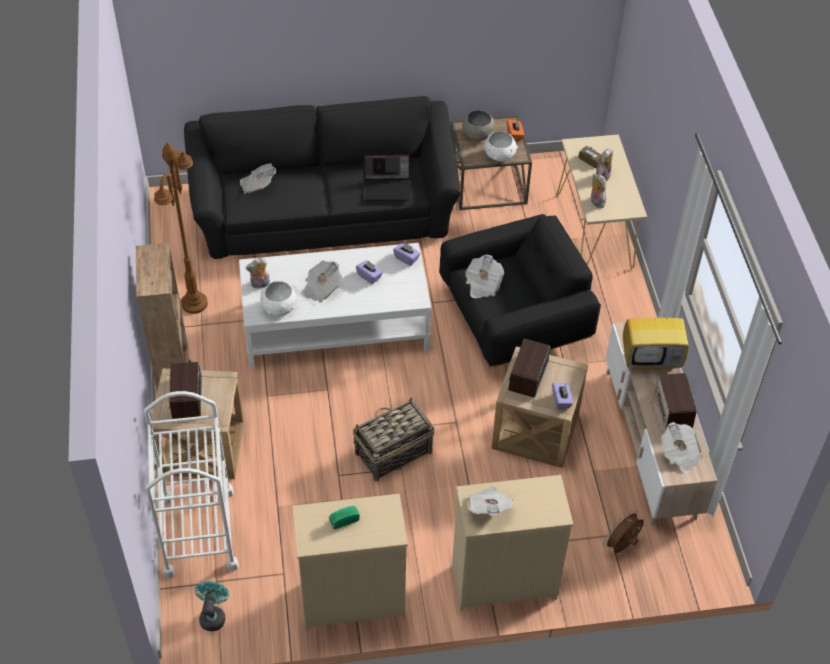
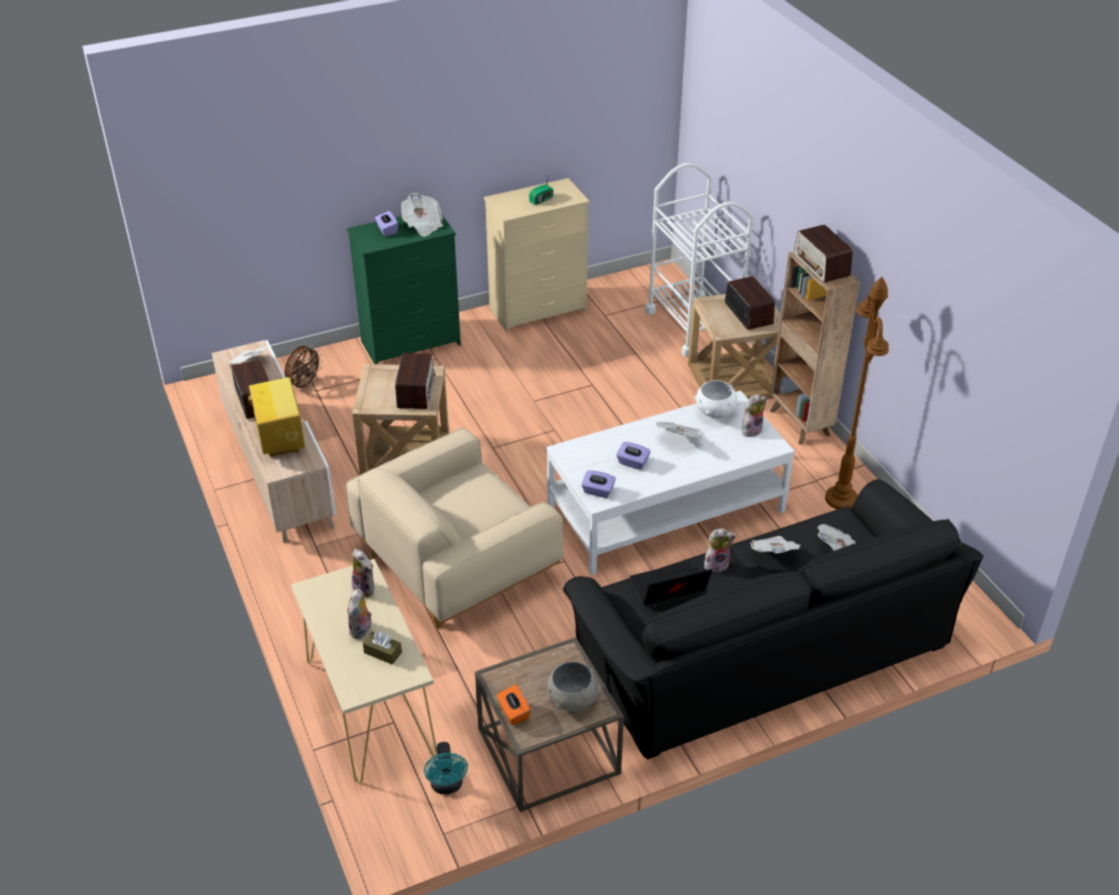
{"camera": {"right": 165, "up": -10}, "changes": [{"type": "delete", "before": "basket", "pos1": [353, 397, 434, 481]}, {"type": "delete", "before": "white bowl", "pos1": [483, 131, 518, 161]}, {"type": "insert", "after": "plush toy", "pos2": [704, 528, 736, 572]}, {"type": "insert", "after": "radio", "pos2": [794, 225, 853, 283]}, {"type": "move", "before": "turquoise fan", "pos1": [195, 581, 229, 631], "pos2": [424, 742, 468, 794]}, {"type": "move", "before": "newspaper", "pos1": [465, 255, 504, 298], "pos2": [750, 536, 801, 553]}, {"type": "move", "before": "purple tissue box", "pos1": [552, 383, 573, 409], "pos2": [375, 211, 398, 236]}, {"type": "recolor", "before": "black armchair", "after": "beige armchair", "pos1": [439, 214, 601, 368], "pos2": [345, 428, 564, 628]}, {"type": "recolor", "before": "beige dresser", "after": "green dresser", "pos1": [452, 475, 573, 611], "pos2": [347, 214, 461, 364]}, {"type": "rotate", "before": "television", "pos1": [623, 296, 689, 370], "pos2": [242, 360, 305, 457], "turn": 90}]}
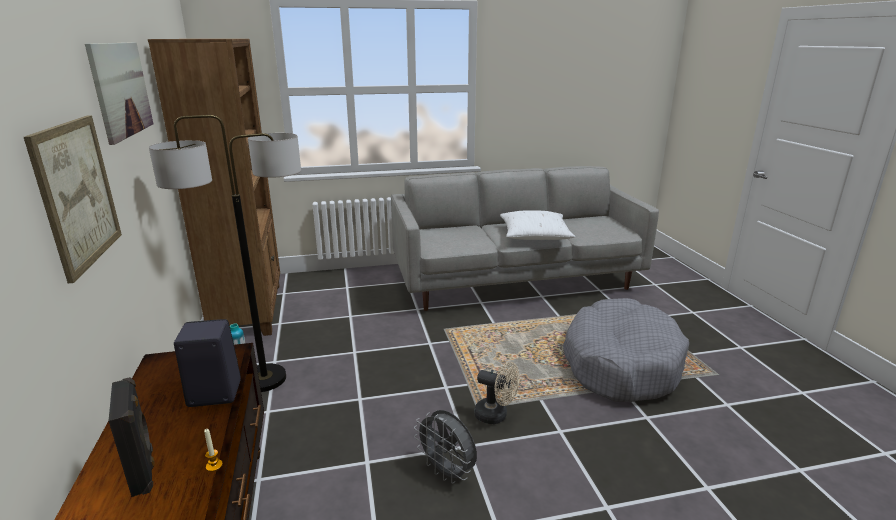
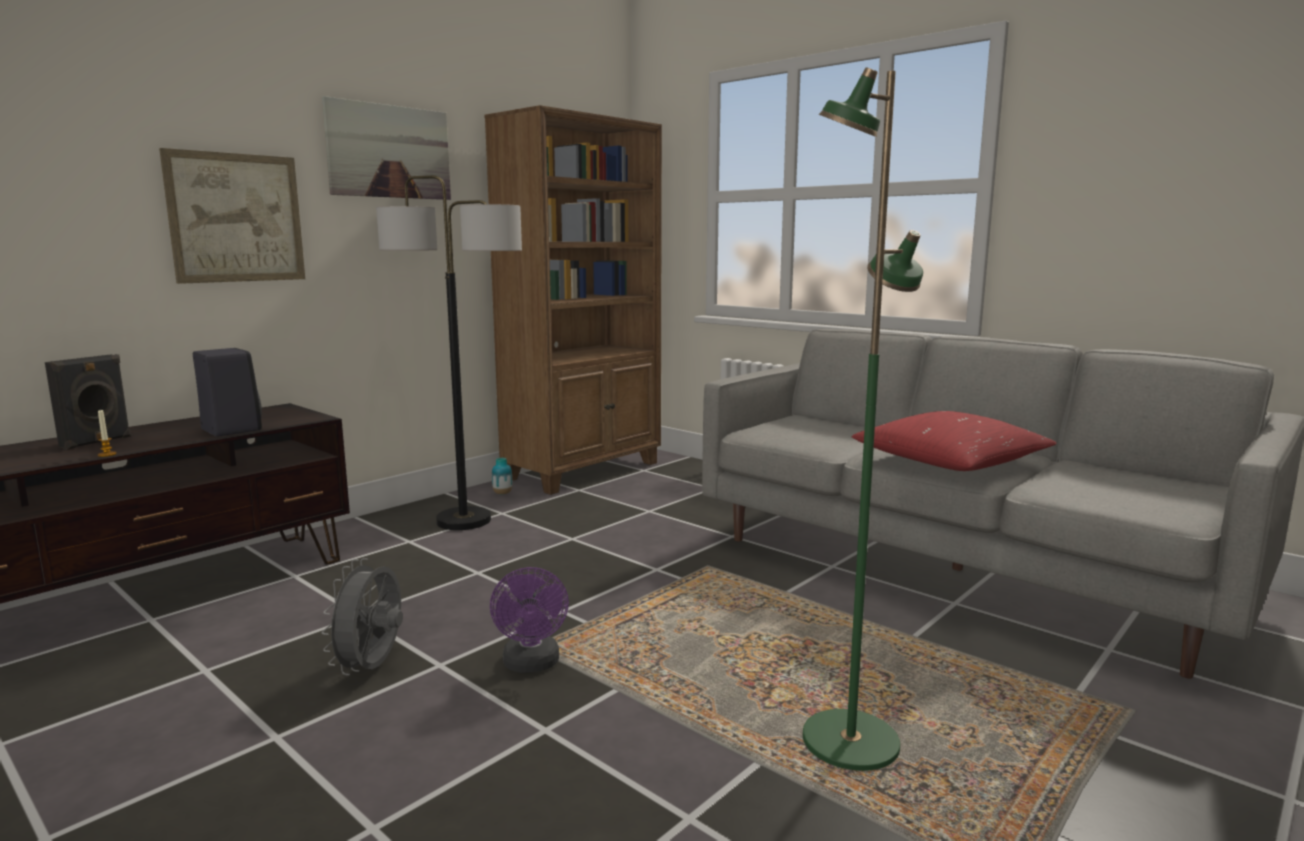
{"camera": {"right": 55, "up": -10}, "changes": [{"type": "replace", "before": "grey dog bed", "after": "green floor lamp", "pos1": [563, 298, 689, 402], "pos2": [803, 67, 923, 771]}, {"type": "recolor", "before": "beige fan", "after": "purple fan", "pos1": [474, 362, 520, 424], "pos2": [490, 567, 569, 673]}, {"type": "recolor", "before": "white pillow", "after": "red pillow", "pos1": [500, 210, 575, 240], "pos2": [851, 411, 1057, 471]}]}
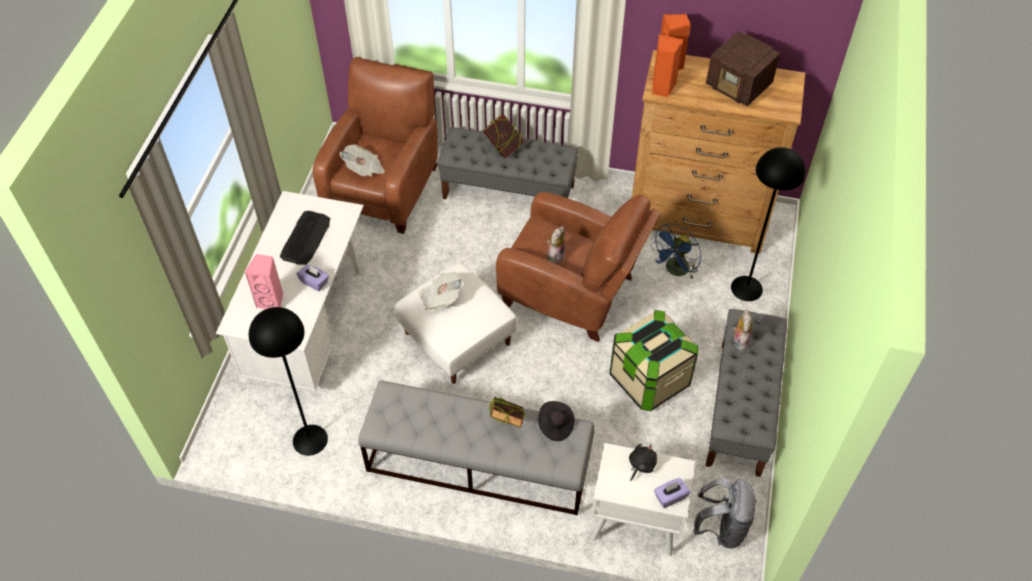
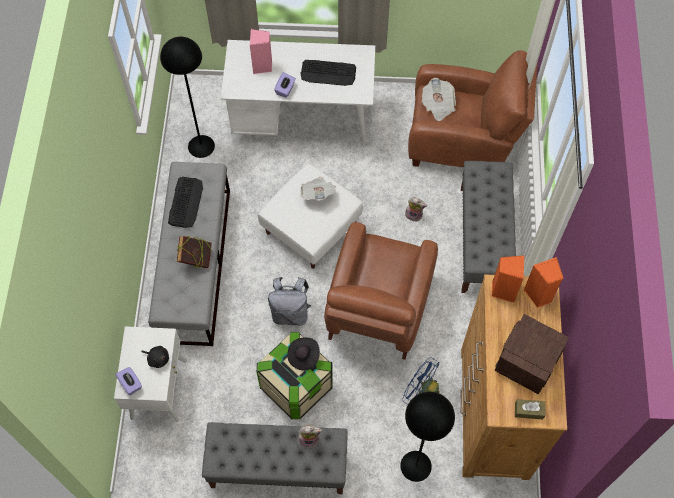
{"camera": {"right": 80, "up": 10}, "changes": [{"type": "delete", "before": "book", "pos1": [483, 114, 525, 158]}, {"type": "insert", "after": "keyboard", "pos2": [168, 177, 203, 228]}, {"type": "insert", "after": "brown tissue box", "pos2": [515, 399, 545, 420]}, {"type": "move", "before": "black hat", "pos1": [538, 401, 575, 441], "pos2": [287, 338, 320, 370]}, {"type": "move", "before": "plush toy", "pos1": [547, 226, 565, 264], "pos2": [404, 197, 427, 222]}, {"type": "move", "before": "grey backpack", "pos1": [693, 478, 757, 548], "pos2": [268, 277, 312, 326]}]}
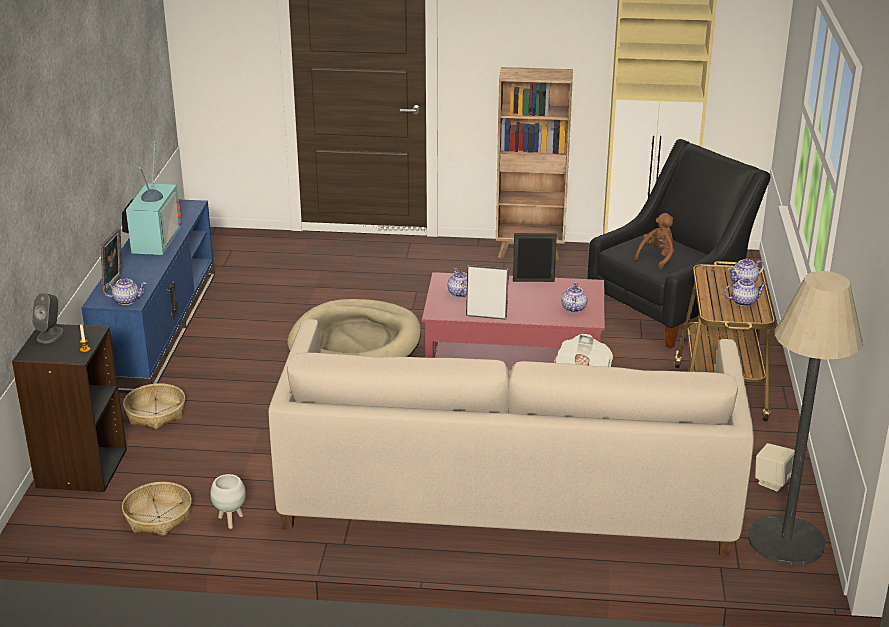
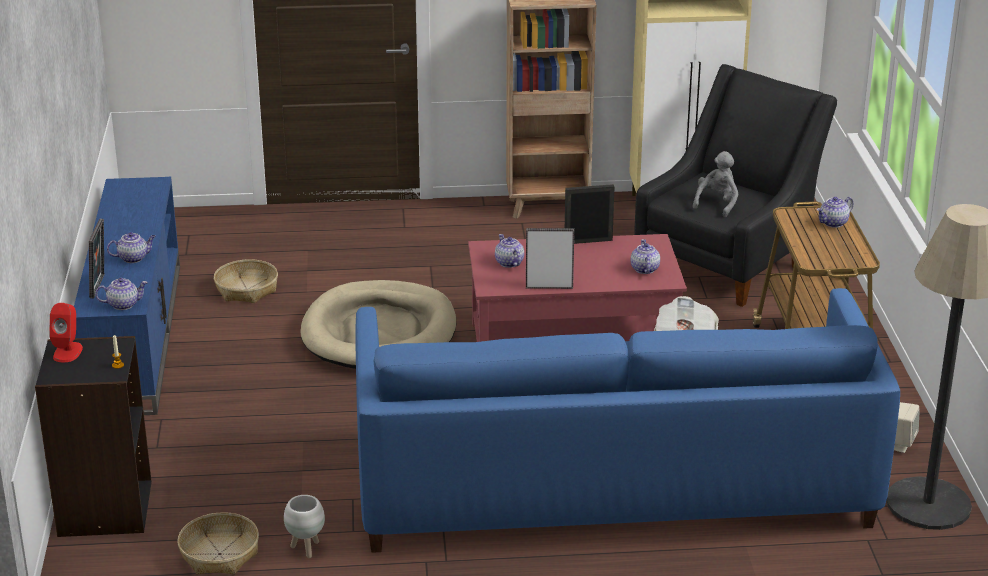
{"camera": {"right": -10, "up": 0}, "changes": [{"type": "delete", "before": "television", "pos1": [122, 141, 182, 255]}, {"type": "move", "before": "basket", "pos1": [123, 383, 185, 429], "pos2": [214, 259, 278, 303]}, {"type": "move", "before": "teapot", "pos1": [724, 278, 767, 306], "pos2": [107, 232, 156, 263]}, {"type": "recolor", "before": "grey speaker", "after": "red speaker", "pos1": [32, 293, 64, 343], "pos2": [49, 303, 83, 362]}, {"type": "recolor", "before": "beige sofa", "after": "blue sofa", "pos1": [268, 319, 754, 557], "pos2": [355, 288, 900, 553]}, {"type": "recolor", "before": "brown plush toy", "after": "grey plush toy", "pos1": [634, 213, 674, 270], "pos2": [692, 151, 739, 217]}]}
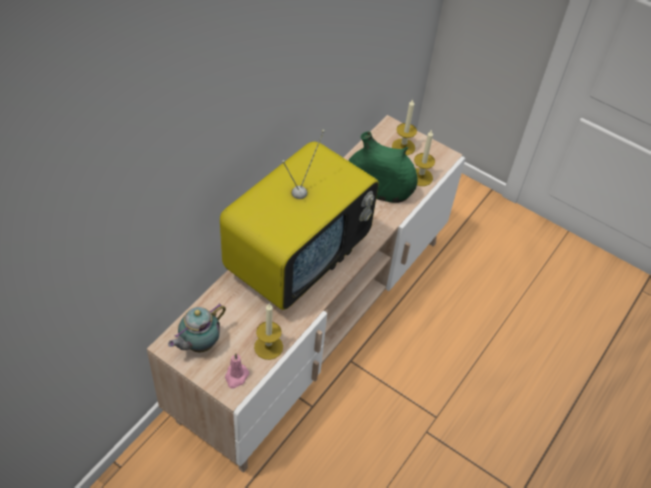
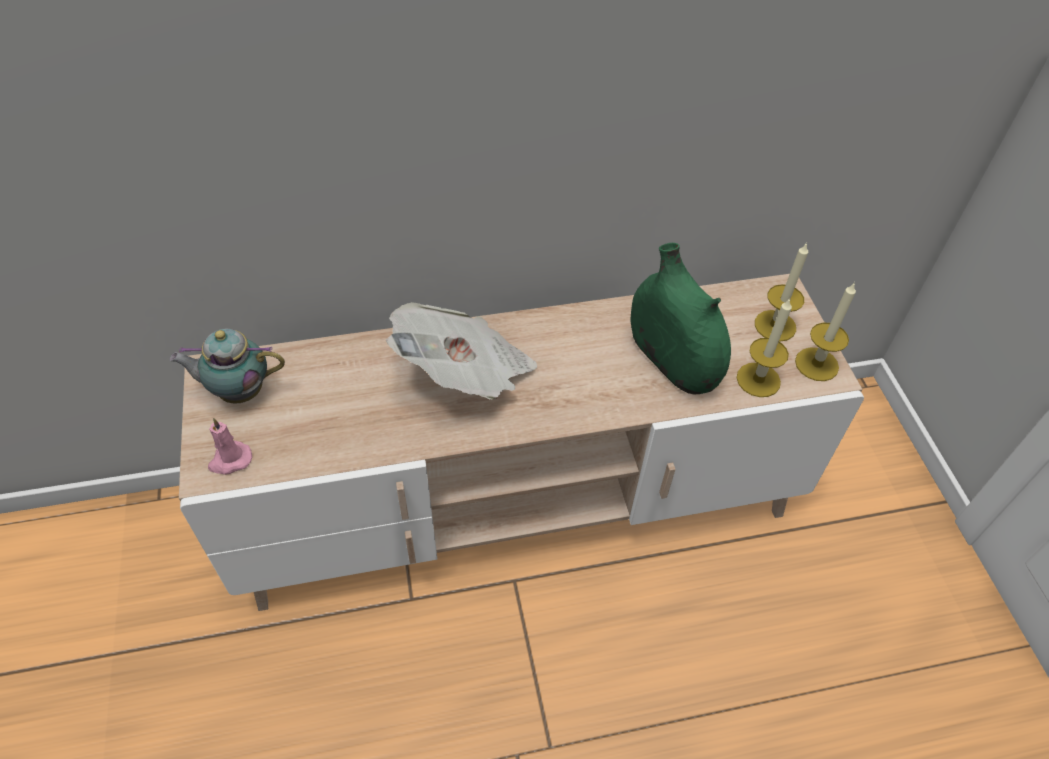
{"camera": {"right": 45, "up": 0}, "changes": [{"type": "move", "before": "candle", "pos1": [254, 304, 283, 360], "pos2": [795, 282, 856, 381]}, {"type": "replace", "before": "television", "after": "newspaper", "pos1": [220, 130, 379, 310], "pos2": [386, 302, 537, 400]}]}
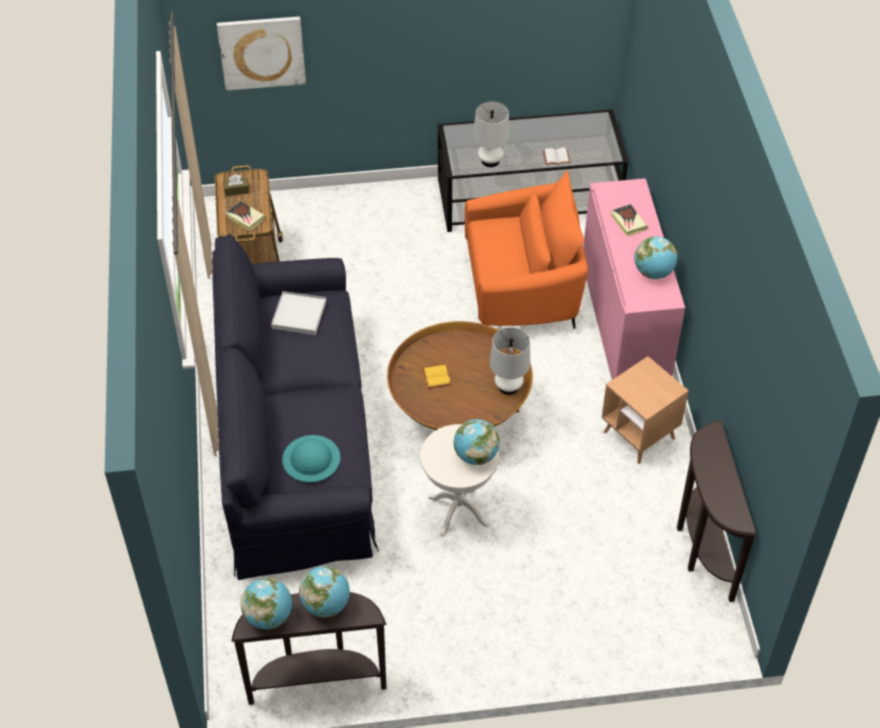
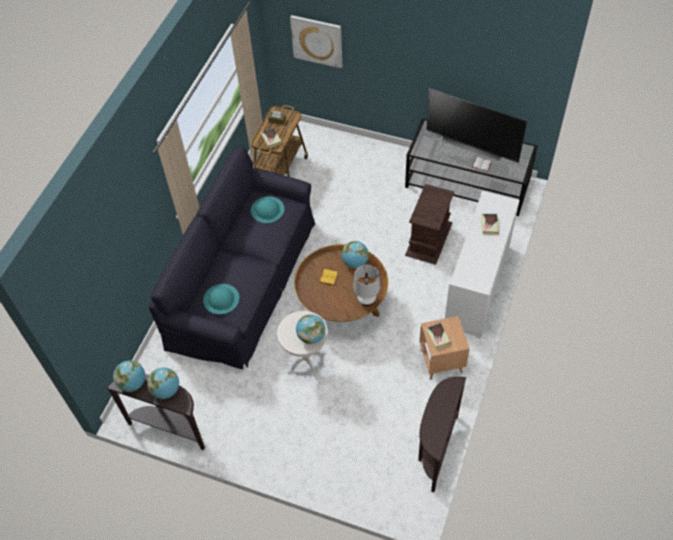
{"camera": {"right": 30, "up": 5}, "changes": [{"type": "delete", "before": "white table lamp", "pos1": [473, 102, 510, 167]}, {"type": "insert", "after": "television", "pos2": [426, 89, 527, 163]}, {"type": "insert", "after": "book", "pos2": [426, 323, 451, 349]}, {"type": "move", "before": "globe", "pos1": [634, 236, 677, 279], "pos2": [341, 241, 369, 268]}, {"type": "replace", "before": "white tray", "after": "turquoise hat", "pos1": [271, 291, 326, 335], "pos2": [251, 196, 284, 223]}, {"type": "replace", "before": "orange armchair", "after": "brown side table", "pos1": [465, 170, 588, 329], "pos2": [405, 184, 454, 265]}, {"type": "recolor", "before": "pink cabinet", "after": "white cabinet", "pos1": [583, 178, 685, 380], "pos2": [445, 191, 520, 339]}]}
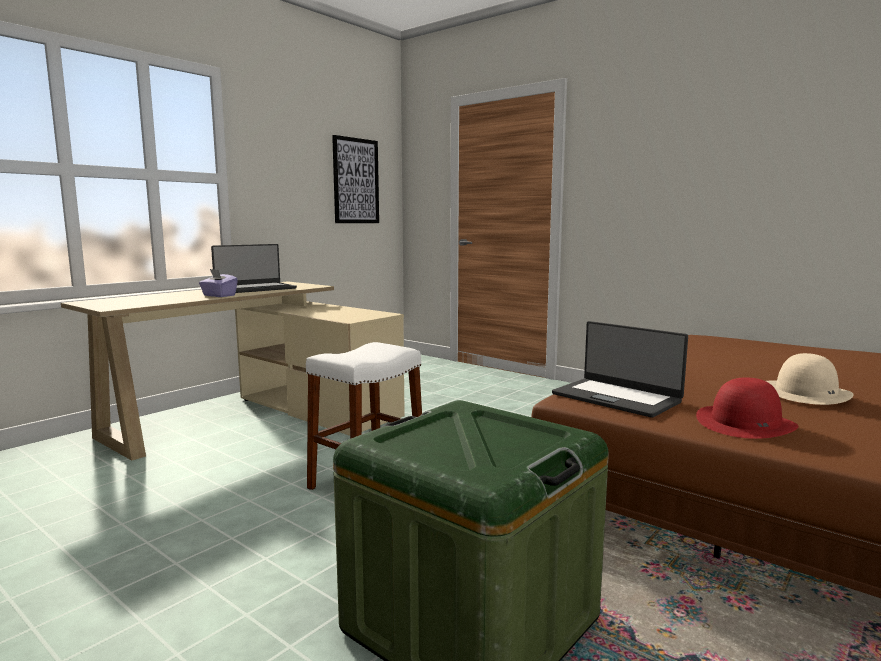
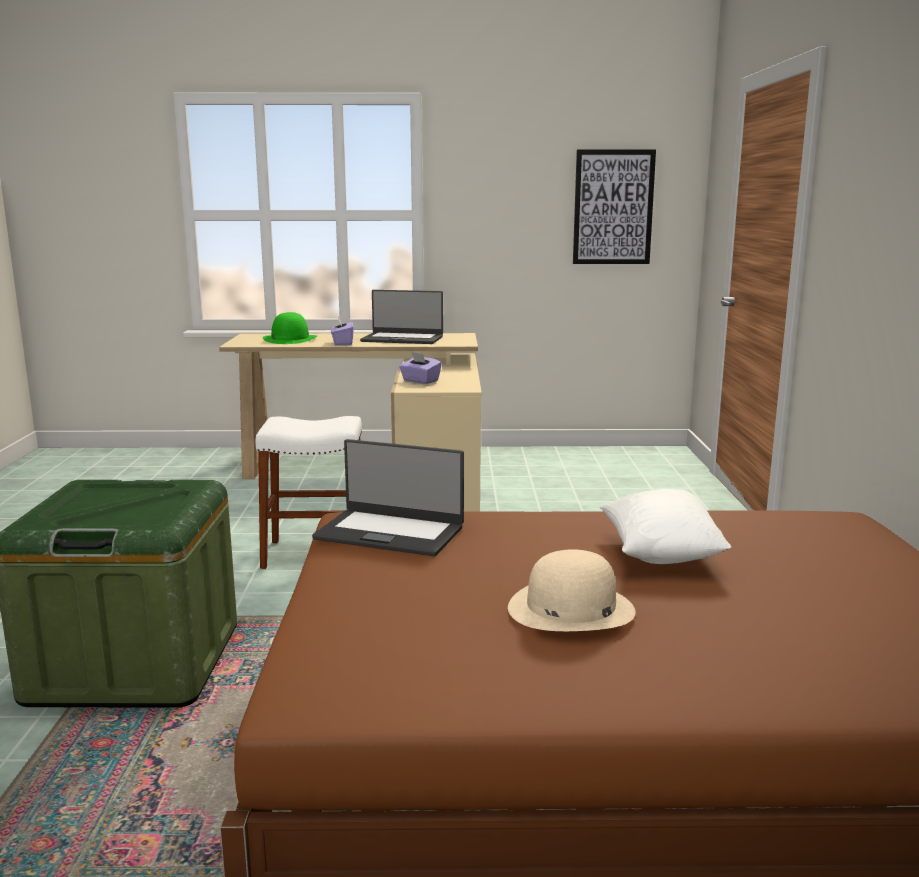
{"camera": {"right": 50, "up": 5}, "changes": [{"type": "delete", "before": "red hat", "pos1": [696, 378, 798, 439]}, {"type": "insert", "after": "green hat", "pos2": [263, 312, 317, 344]}, {"type": "insert", "after": "purple tissue box", "pos2": [399, 352, 442, 384]}, {"type": "insert", "after": "white pillow", "pos2": [600, 489, 731, 564]}, {"type": "rotate", "before": "laptop", "pos1": [552, 321, 688, 418], "pos2": [312, 439, 464, 556], "turn": -75}]}
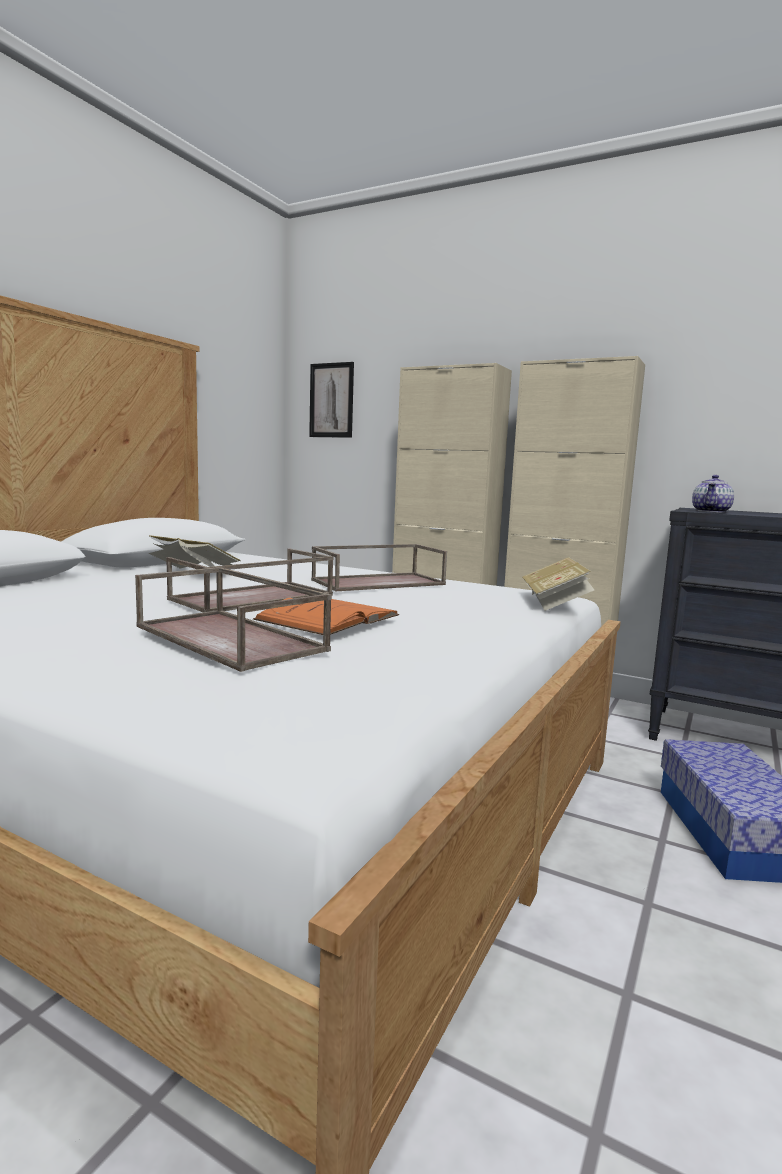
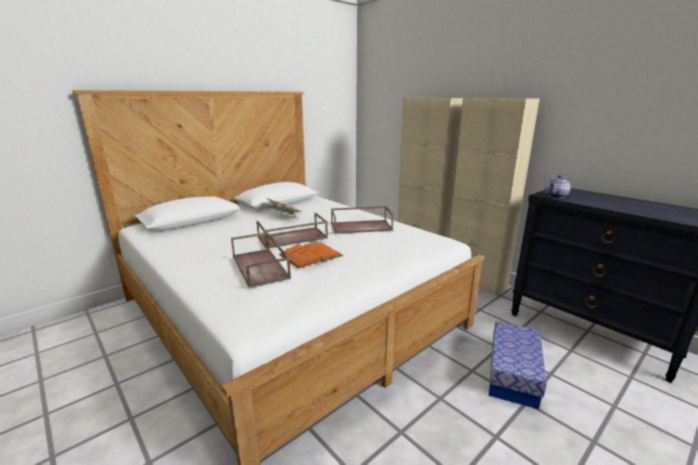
{"camera": {"right": 20, "up": 10}, "changes": [{"type": "delete", "before": "picture", "pos1": [309, 362, 354, 438]}, {"type": "delete", "before": "book", "pos1": [522, 557, 594, 611]}]}
